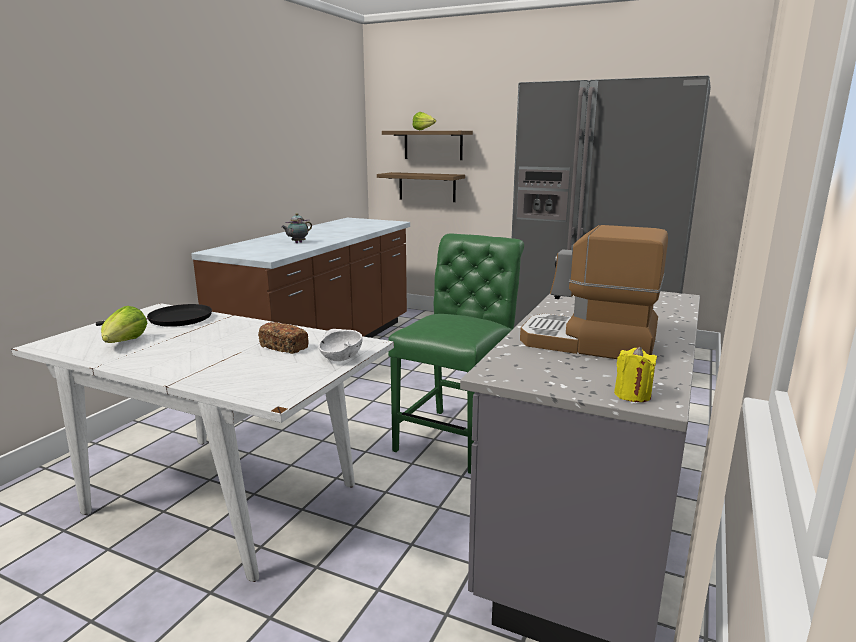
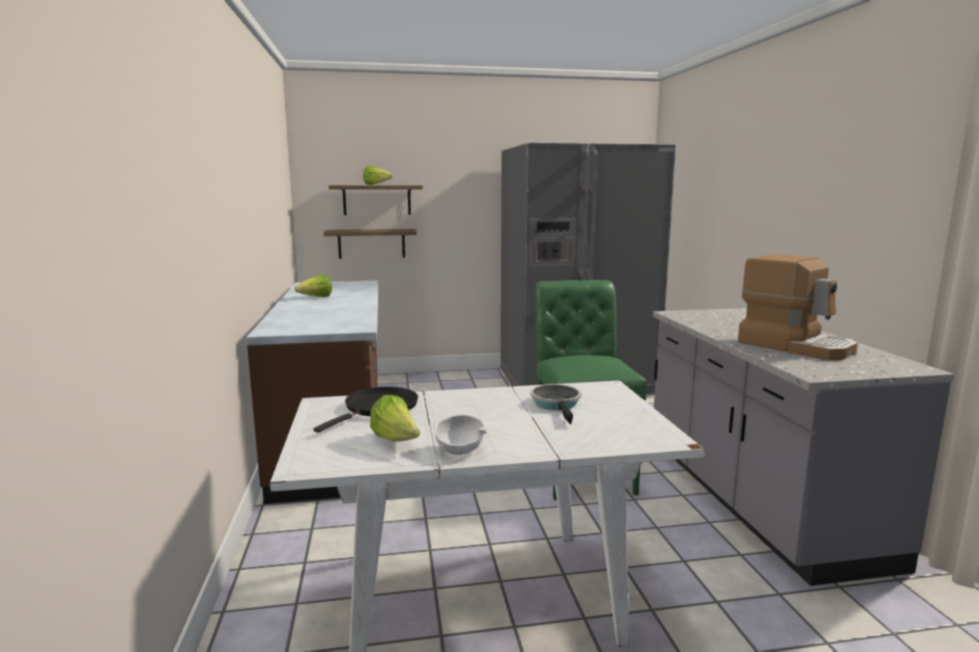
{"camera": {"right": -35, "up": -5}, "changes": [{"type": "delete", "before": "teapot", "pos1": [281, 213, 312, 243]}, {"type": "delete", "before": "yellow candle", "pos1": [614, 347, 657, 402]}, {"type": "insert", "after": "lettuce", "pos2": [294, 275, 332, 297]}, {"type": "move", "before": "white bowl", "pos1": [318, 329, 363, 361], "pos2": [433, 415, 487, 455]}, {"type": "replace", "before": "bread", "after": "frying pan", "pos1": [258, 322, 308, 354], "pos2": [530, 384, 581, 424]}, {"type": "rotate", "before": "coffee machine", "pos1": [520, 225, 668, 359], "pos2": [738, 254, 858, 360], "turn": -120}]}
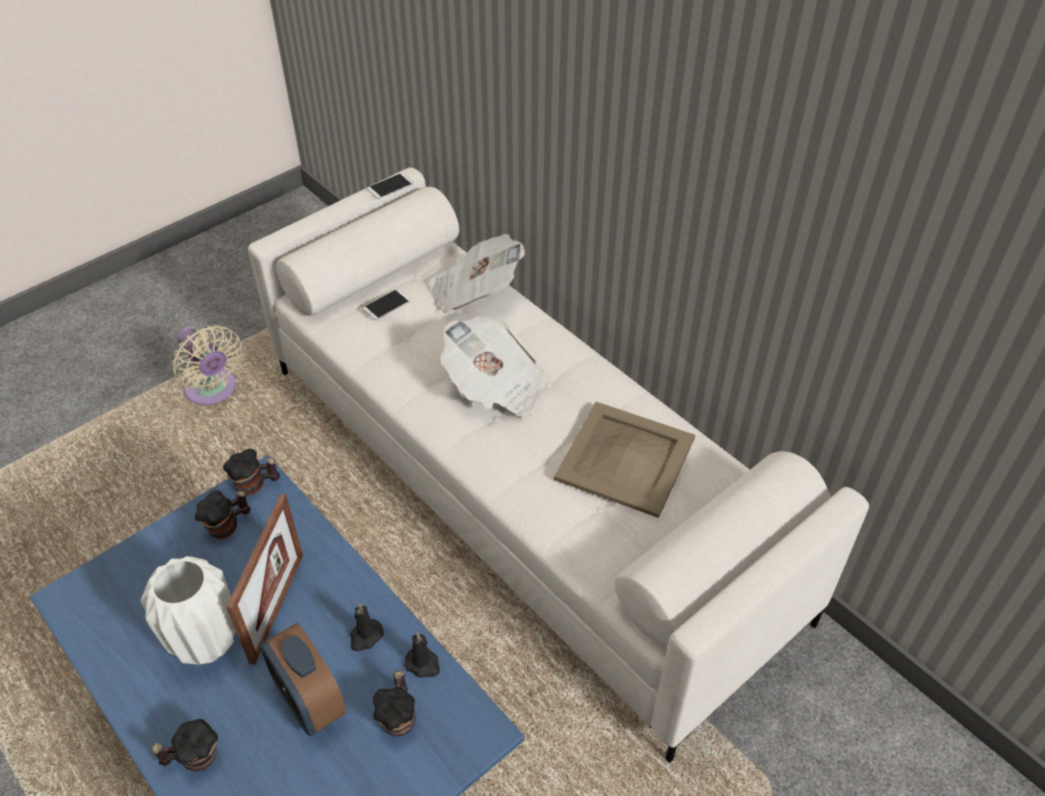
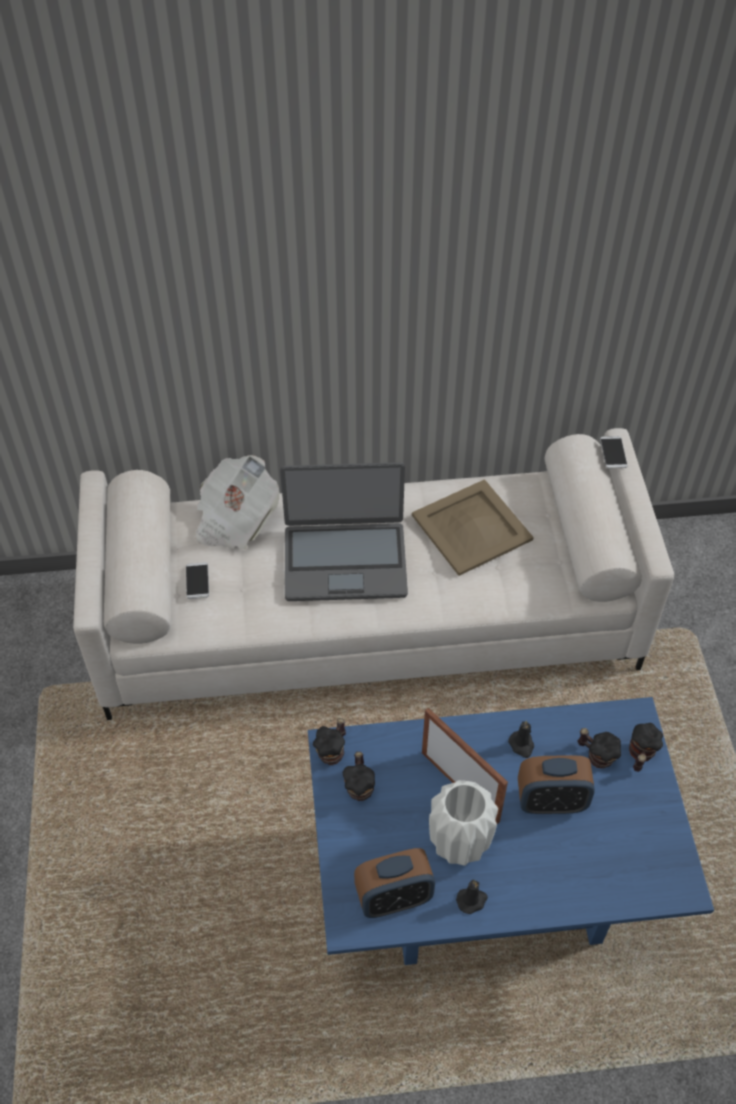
{"camera": {"right": -55, "up": 5}, "changes": [{"type": "delete", "before": "beige fan", "pos1": [172, 325, 242, 405]}, {"type": "insert", "after": "alarm clock", "pos2": [354, 848, 435, 918]}, {"type": "move", "before": "mug", "pos1": [151, 719, 218, 772], "pos2": [629, 723, 663, 772]}, {"type": "move", "before": "phone", "pos1": [367, 173, 414, 199], "pos2": [600, 436, 627, 469]}, {"type": "move", "before": "black candle", "pos1": [404, 632, 440, 678], "pos2": [456, 880, 488, 914]}, {"type": "replace", "before": "newspaper", "after": "laptop", "pos1": [440, 316, 544, 418], "pos2": [280, 462, 408, 601]}]}
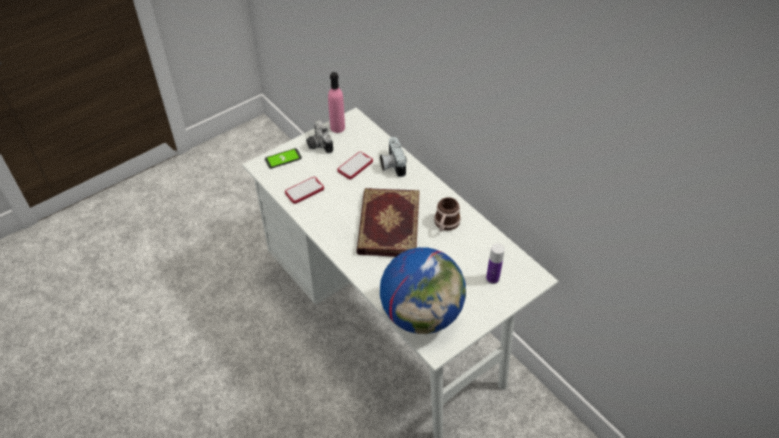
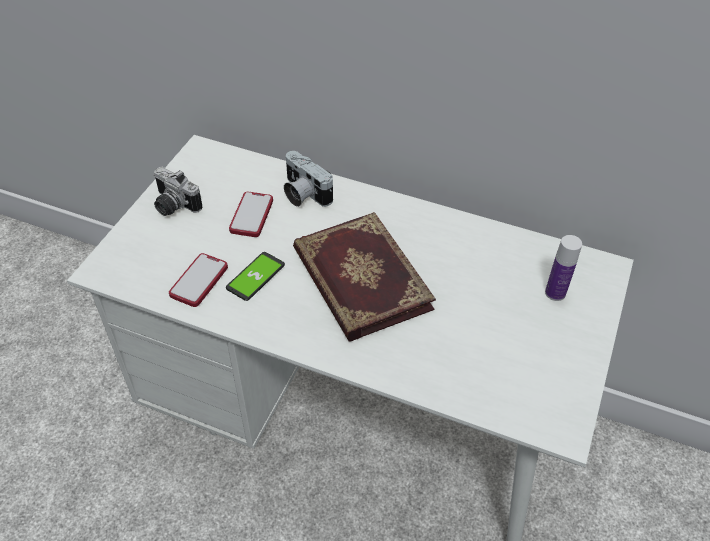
{"camera": {"right": -30, "up": 0}, "changes": [{"type": "delete", "before": "pink bottle", "pos1": [328, 72, 345, 133]}, {"type": "delete", "before": "globe", "pos1": [380, 247, 466, 334]}, {"type": "delete", "before": "mug", "pos1": [434, 197, 461, 231]}, {"type": "move", "before": "phone", "pos1": [265, 148, 302, 169], "pos2": [226, 252, 285, 301]}]}
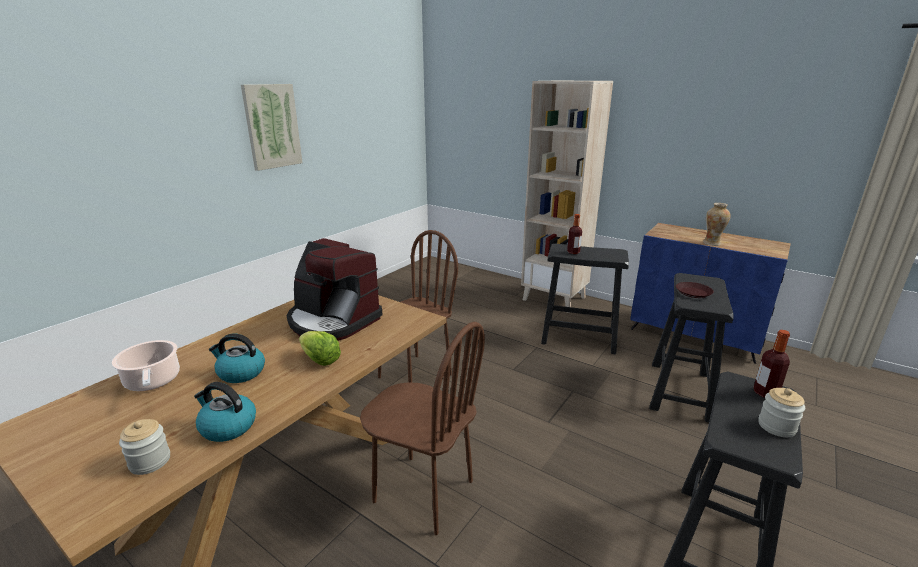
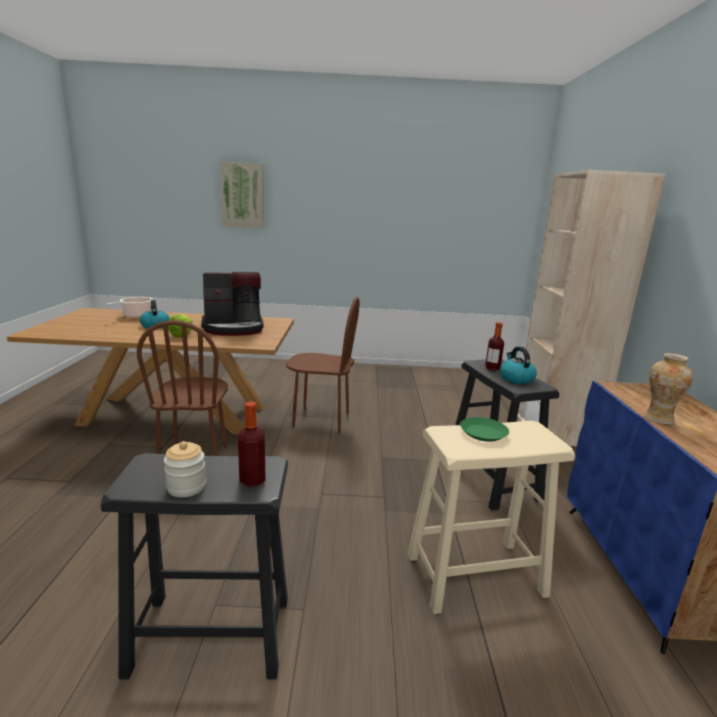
{"camera": {"right": 55, "up": -5}, "changes": [{"type": "delete", "before": "jar", "pos1": [119, 419, 170, 475]}, {"type": "move", "before": "kettle", "pos1": [194, 382, 256, 442], "pos2": [500, 346, 537, 384]}, {"type": "move", "before": "picture", "pos1": [241, 84, 303, 171], "pos2": [220, 162, 264, 228]}, {"type": "recolor", "before": "black stool", "after": "beige stool", "pos1": [649, 273, 733, 423], "pos2": [407, 421, 575, 614]}, {"type": "recolor", "before": "brown plate", "after": "green plate", "pos1": [676, 282, 714, 298], "pos2": [460, 417, 509, 442]}, {"type": "rotate", "before": "coffee machine", "pos1": [287, 238, 383, 341], "pos2": [201, 272, 264, 336], "turn": -105}]}
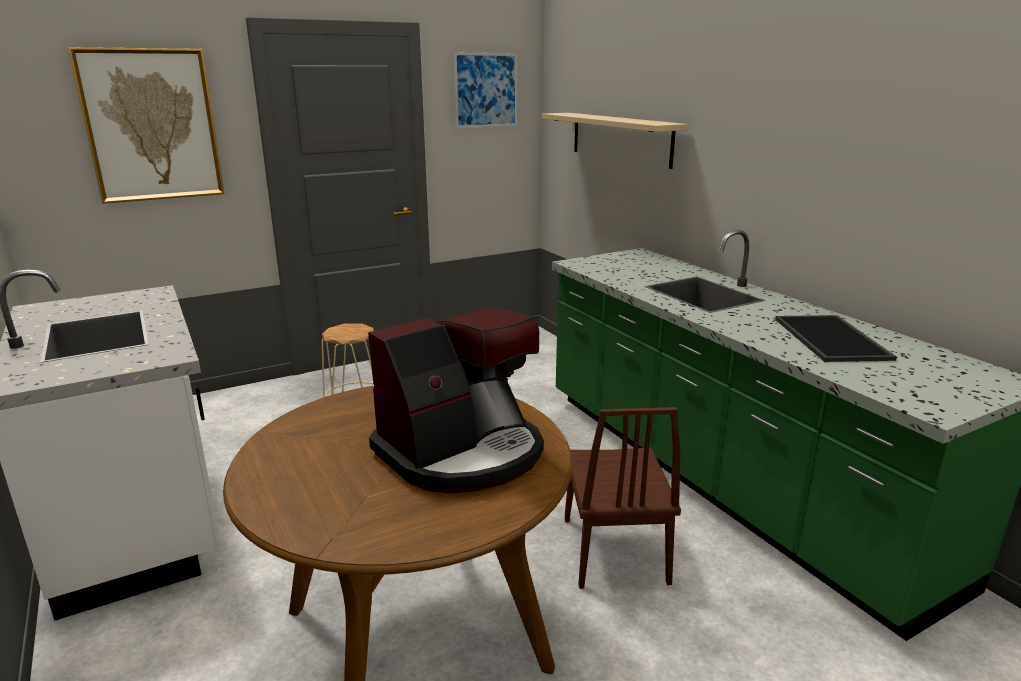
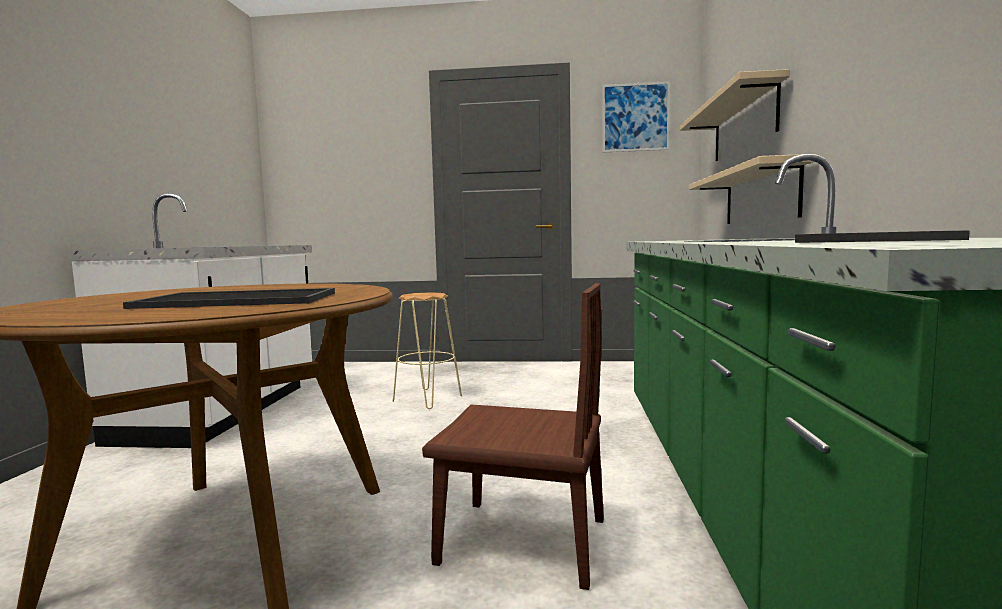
{"camera": {"right": 35, "up": -15}, "changes": [{"type": "delete", "before": "picture", "pos1": [68, 47, 225, 204]}, {"type": "insert", "after": "beige shelf", "pos2": [689, 154, 815, 224]}, {"type": "replace", "before": "coffee machine", "after": "tray", "pos1": [368, 308, 544, 494], "pos2": [123, 288, 335, 309]}, {"type": "rotate", "before": "brown chair", "pos1": [565, 407, 681, 589], "pos2": [422, 283, 604, 590], "turn": -105}]}
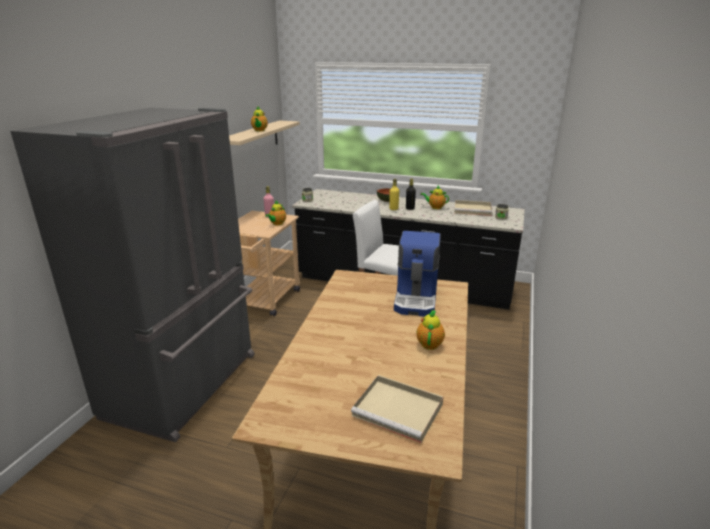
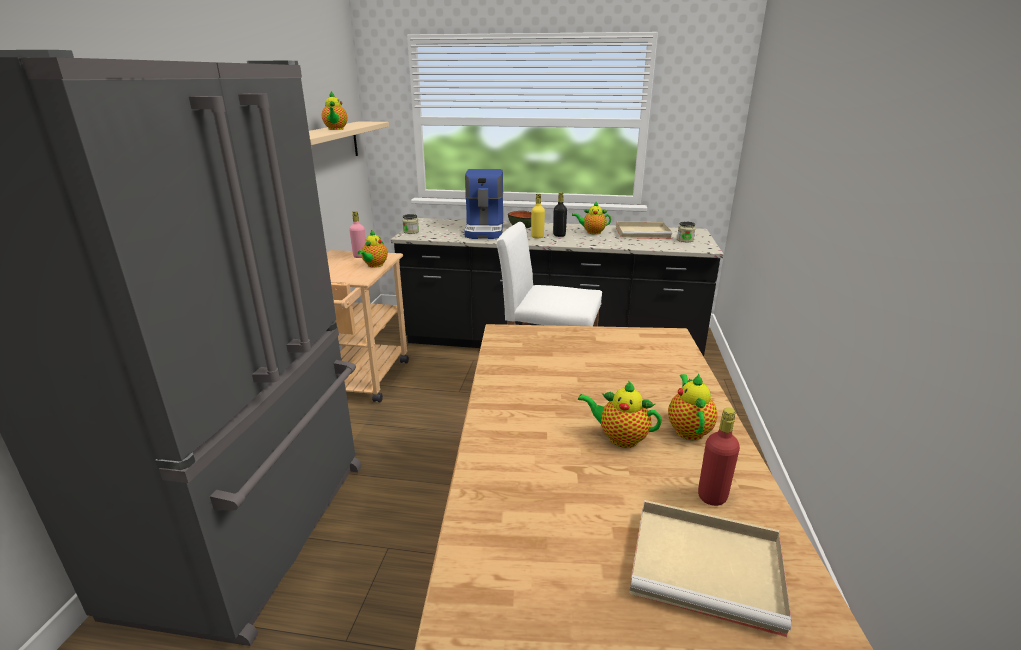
{"camera": {"right": -10, "up": 0}, "changes": [{"type": "insert", "after": "teapot", "pos2": [578, 380, 662, 448]}, {"type": "insert", "after": "red bottle", "pos2": [698, 408, 740, 506]}, {"type": "move", "before": "coffee machine", "pos1": [394, 231, 441, 317], "pos2": [464, 169, 503, 239]}]}
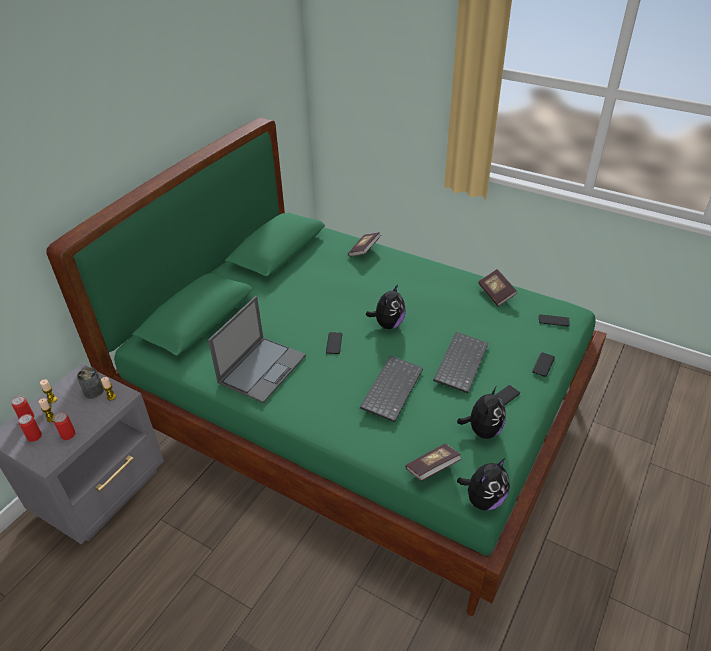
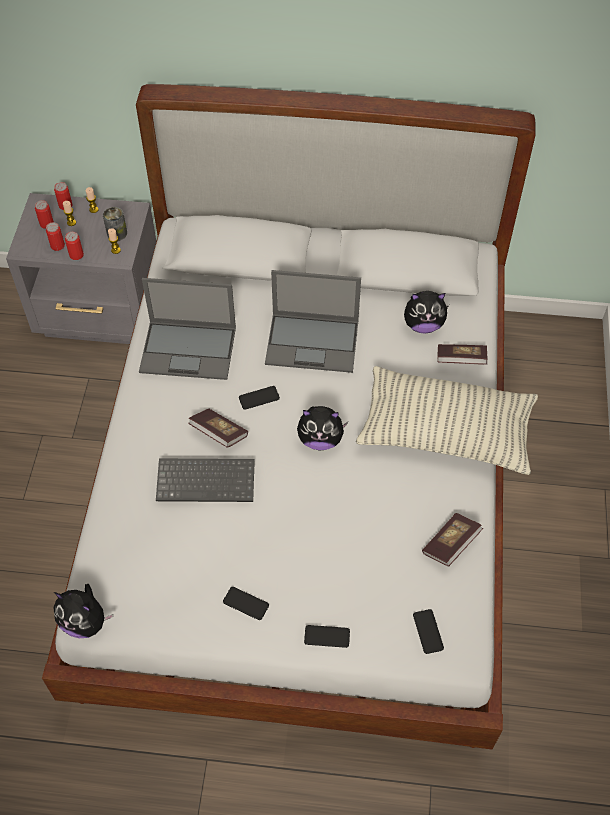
{"camera": {"right": 65, "up": 15}, "changes": [{"type": "delete", "before": "keyboard", "pos1": [433, 332, 488, 393]}, {"type": "insert", "after": "can", "pos2": [65, 232, 84, 260]}, {"type": "insert", "after": "laptop", "pos2": [265, 270, 361, 373]}, {"type": "insert", "after": "pillow", "pos2": [356, 366, 538, 475]}, {"type": "move", "before": "book", "pos1": [405, 444, 462, 481], "pos2": [188, 409, 248, 448]}, {"type": "move", "before": "plush toy", "pos1": [457, 387, 506, 439], "pos2": [404, 291, 449, 334]}, {"type": "recolor", "before": "green bed", "after": "white bed", "pos1": [46, 118, 607, 616], "pos2": [42, 84, 536, 750]}]}
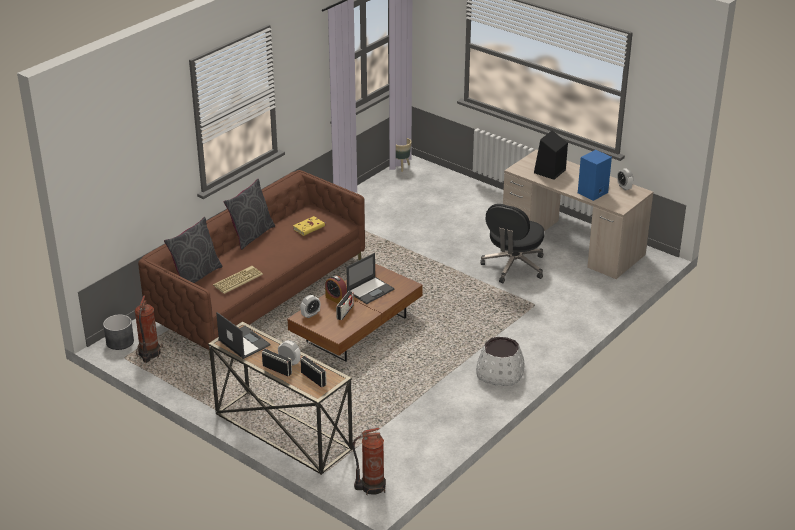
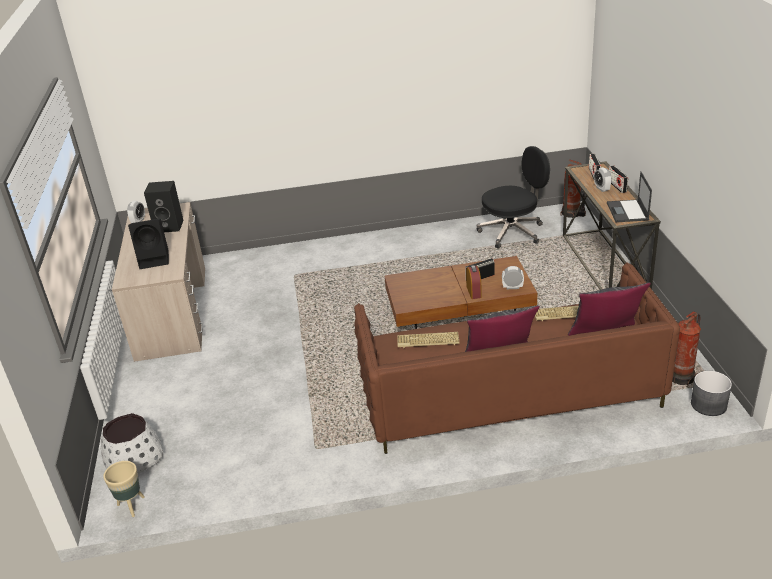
{"camera": {"right": -135, "up": 0}, "changes": [{"type": "delete", "before": "laptop", "pos1": [346, 253, 394, 304]}, {"type": "move", "before": "white planter", "pos1": [476, 337, 525, 386], "pos2": [101, 413, 163, 474]}, {"type": "move", "before": "black office chair", "pos1": [480, 204, 545, 283], "pos2": [477, 146, 550, 248]}, {"type": "replace", "before": "yellow book", "after": "keyboard", "pos1": [293, 216, 325, 236], "pos2": [397, 332, 460, 348]}, {"type": "recolor", "before": "blue speaker", "after": "black speaker", "pos1": [578, 150, 612, 201], "pos2": [144, 181, 184, 232]}]}
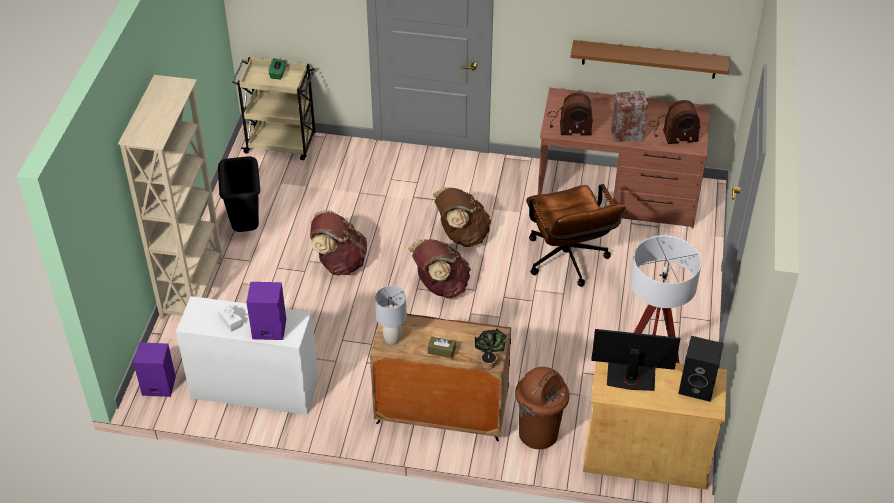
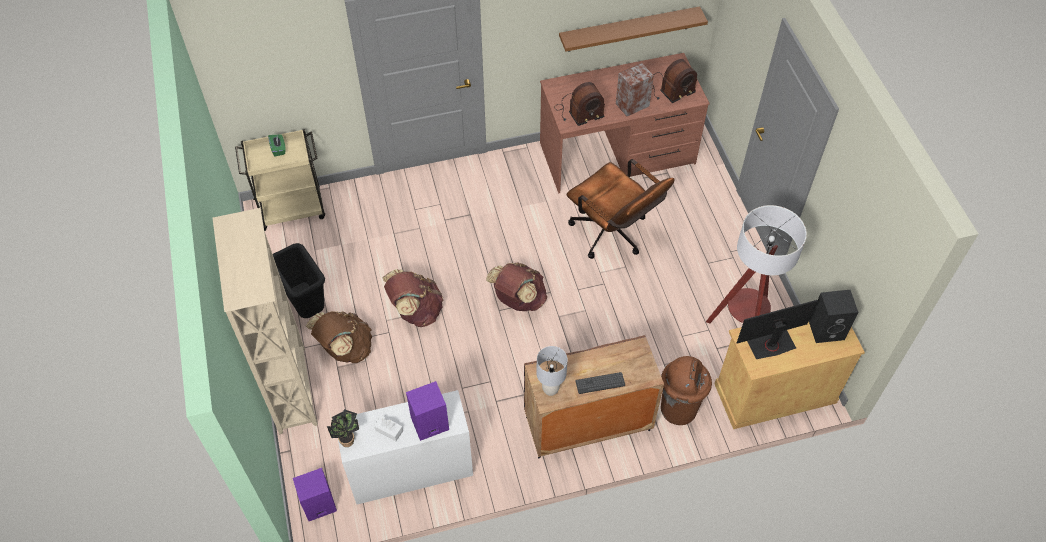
{"camera": {"right": -25, "up": 10}, "changes": [{"type": "move", "before": "brown backpack", "pos1": [433, 187, 491, 247], "pos2": [306, 311, 372, 363]}, {"type": "move", "before": "potted plant", "pos1": [475, 329, 507, 369], "pos2": [327, 409, 359, 447]}, {"type": "replace", "before": "brown tissue box", "after": "keyboard", "pos1": [428, 337, 456, 358], "pos2": [576, 372, 625, 394]}]}
